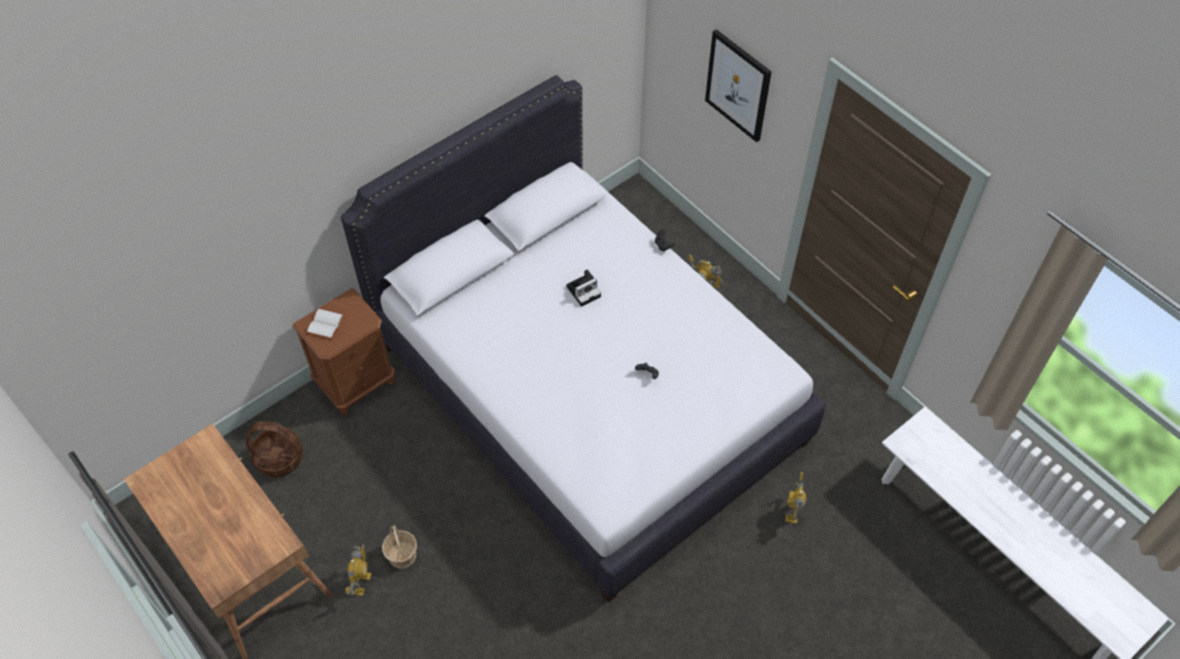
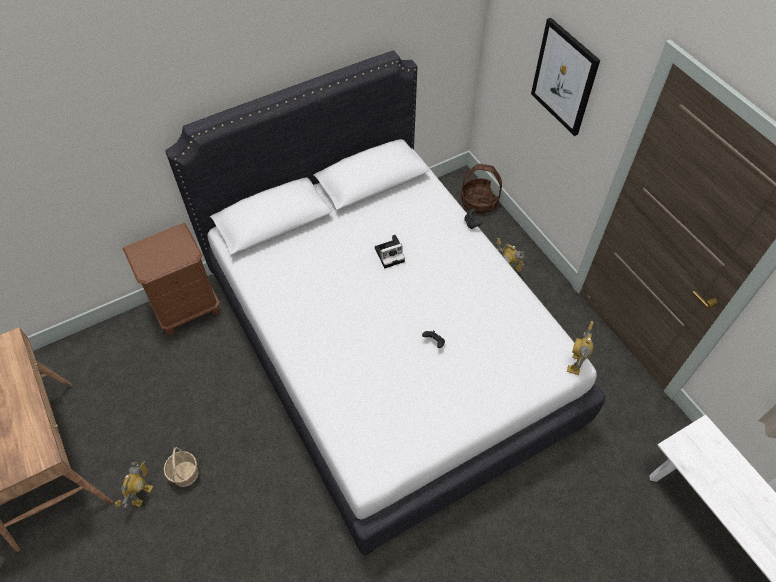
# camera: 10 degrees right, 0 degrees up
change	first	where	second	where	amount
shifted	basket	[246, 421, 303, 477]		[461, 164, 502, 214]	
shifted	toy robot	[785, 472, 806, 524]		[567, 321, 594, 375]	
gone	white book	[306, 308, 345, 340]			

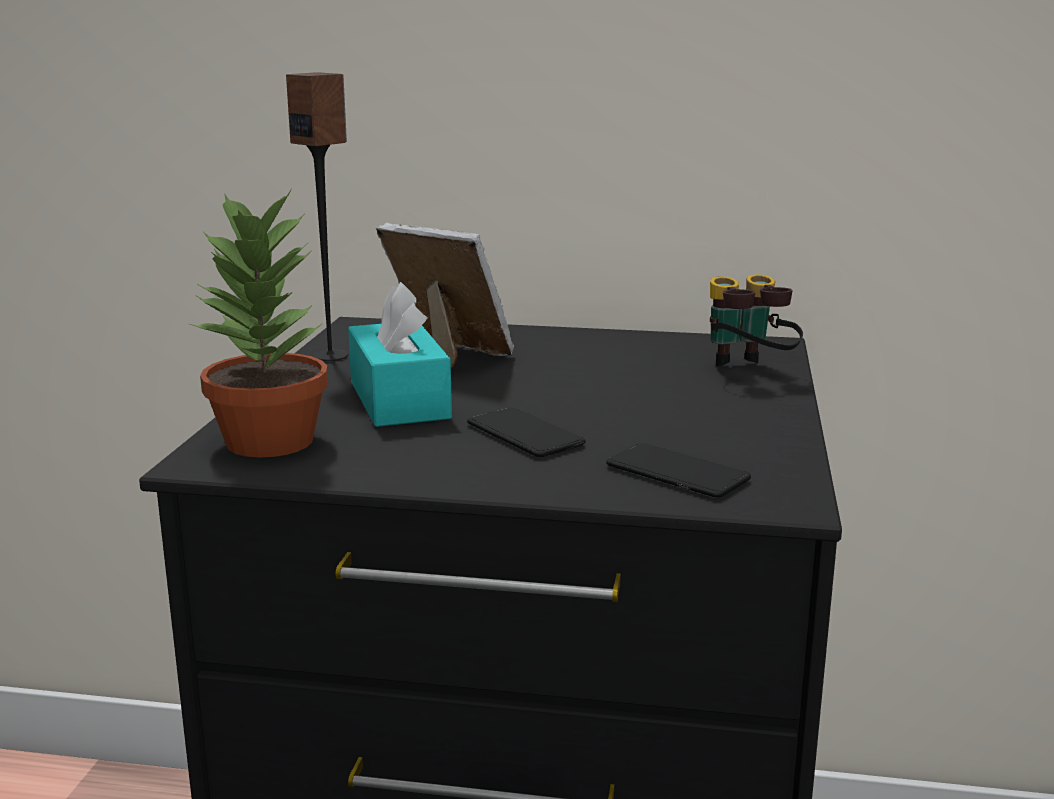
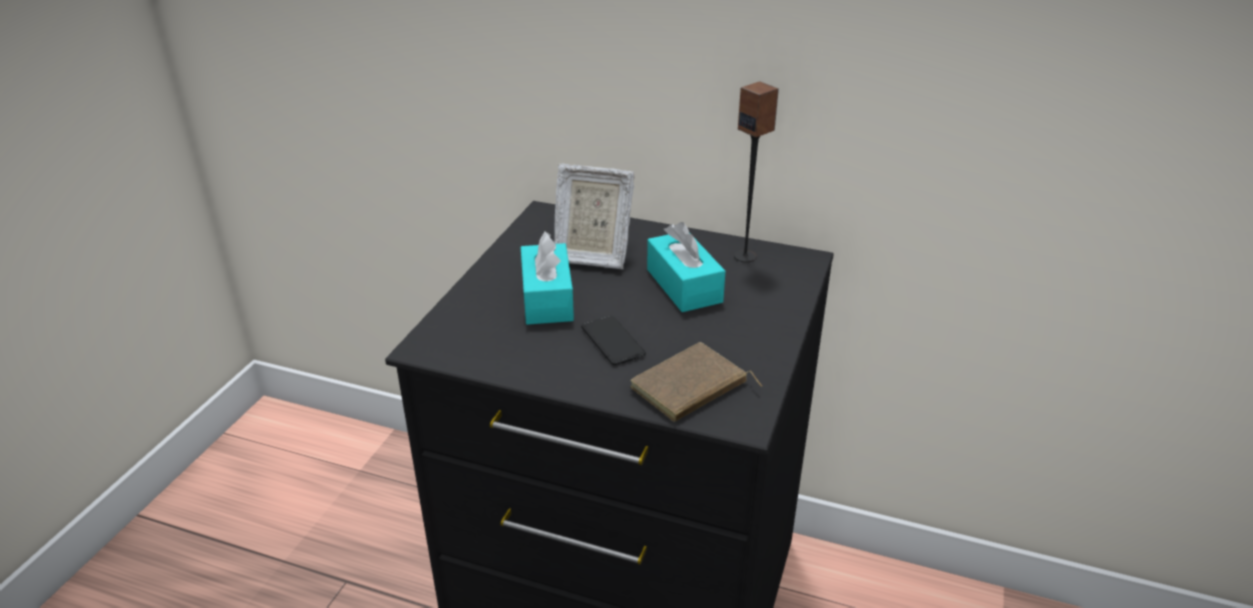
# camera: 10 degrees right, 15 degrees up
change	first	where	second	where	amount
rotated	picture frame	[376, 222, 514, 369]		[554, 164, 634, 269]	150 degrees clockwise
swapped	phone	[606, 443, 751, 497]	brown book	[630, 342, 762, 422]	
new			turquoise tissue box	[647, 222, 726, 312]	
shifted	speaker	[286, 72, 348, 361]		[734, 81, 779, 262]	
gone	potted plant	[190, 188, 328, 458]			
gone	binoculars	[710, 274, 803, 366]			

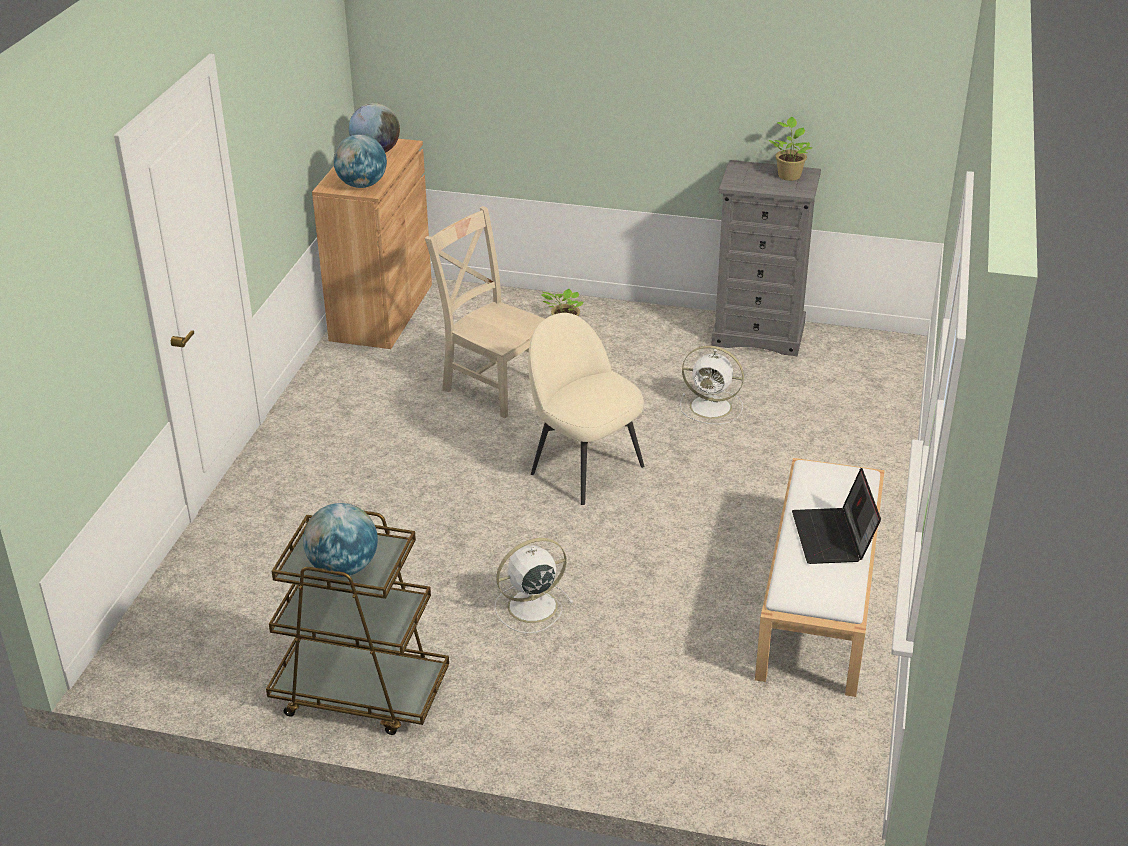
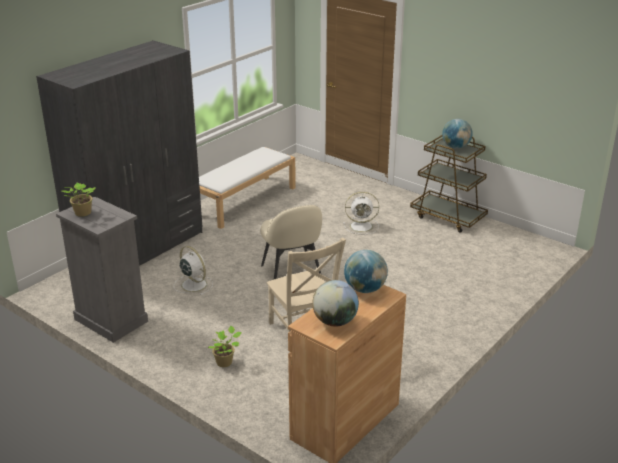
# camera: 155 degrees left, 5 degrees down
change	first	where	second	where	amount
new			grey wardrobe	[36, 40, 202, 266]	
gone	laptop	[792, 468, 881, 564]			

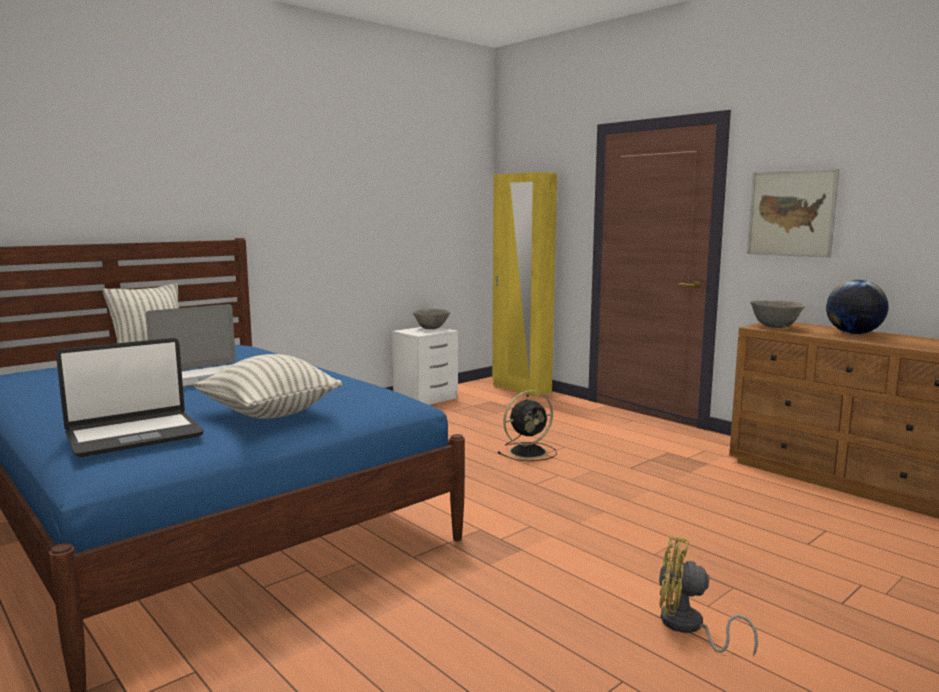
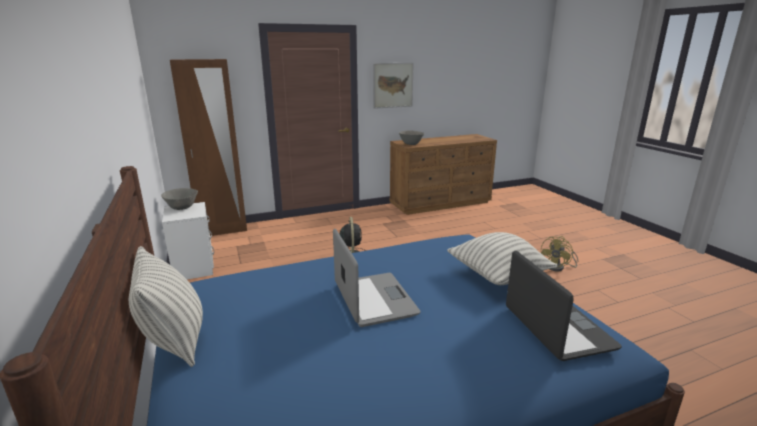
# camera: 70 degrees left, 10 degrees up
change	first	where	second	where	amount
repainted	yellow wardrobe	[492, 172, 557, 397]	brown wardrobe	[170, 59, 247, 236]	
gone	globe	[826, 280, 888, 334]			

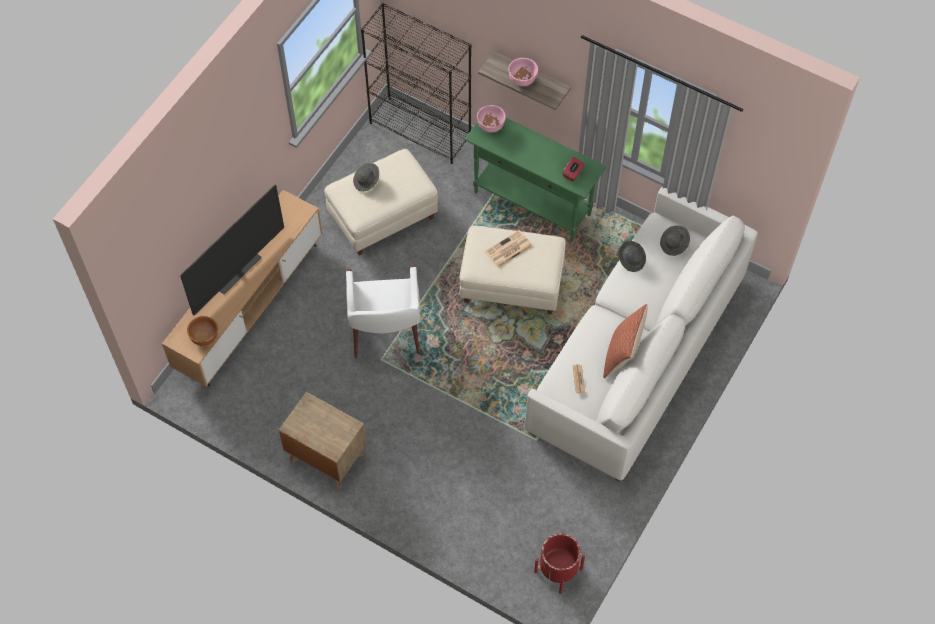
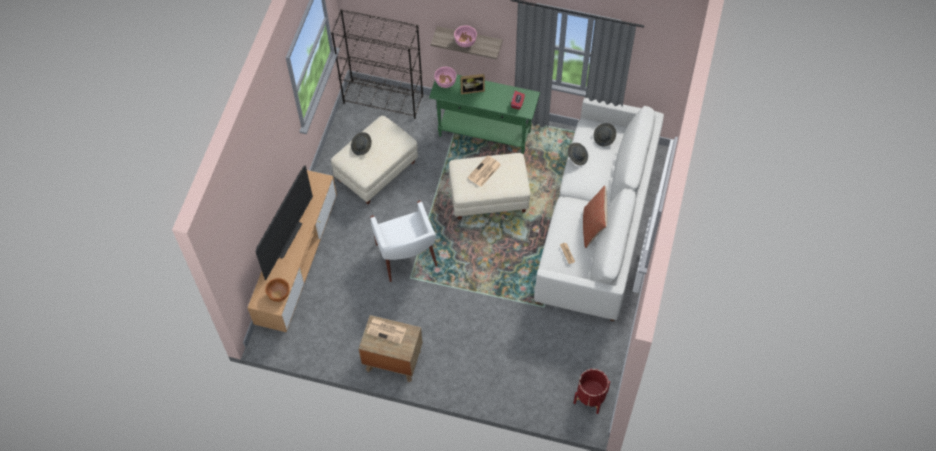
# camera: 15 degrees left, 0 degrees up
change	first	where	second	where	amount
new			newspaper	[367, 318, 407, 344]	
new			picture frame	[460, 74, 485, 94]	

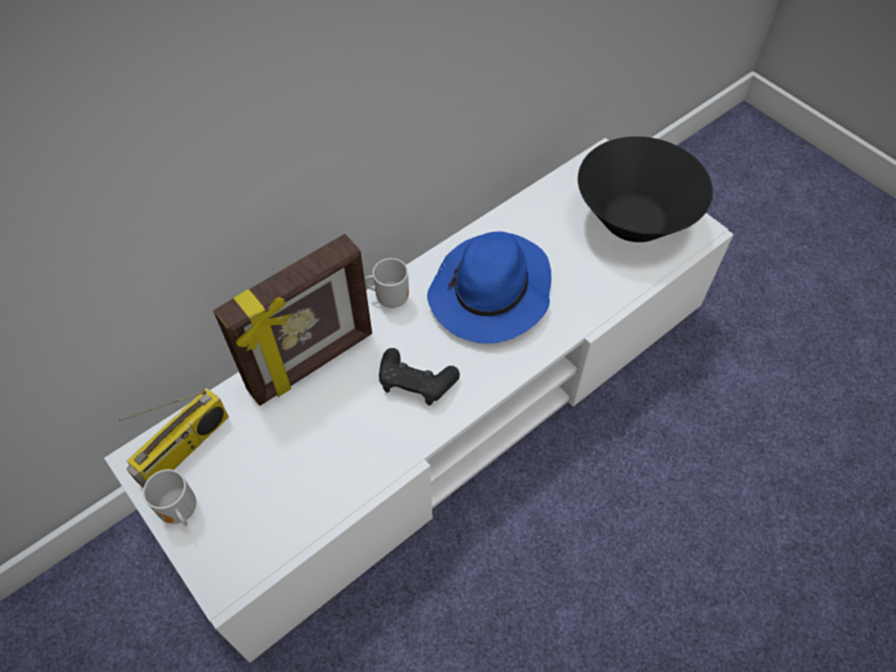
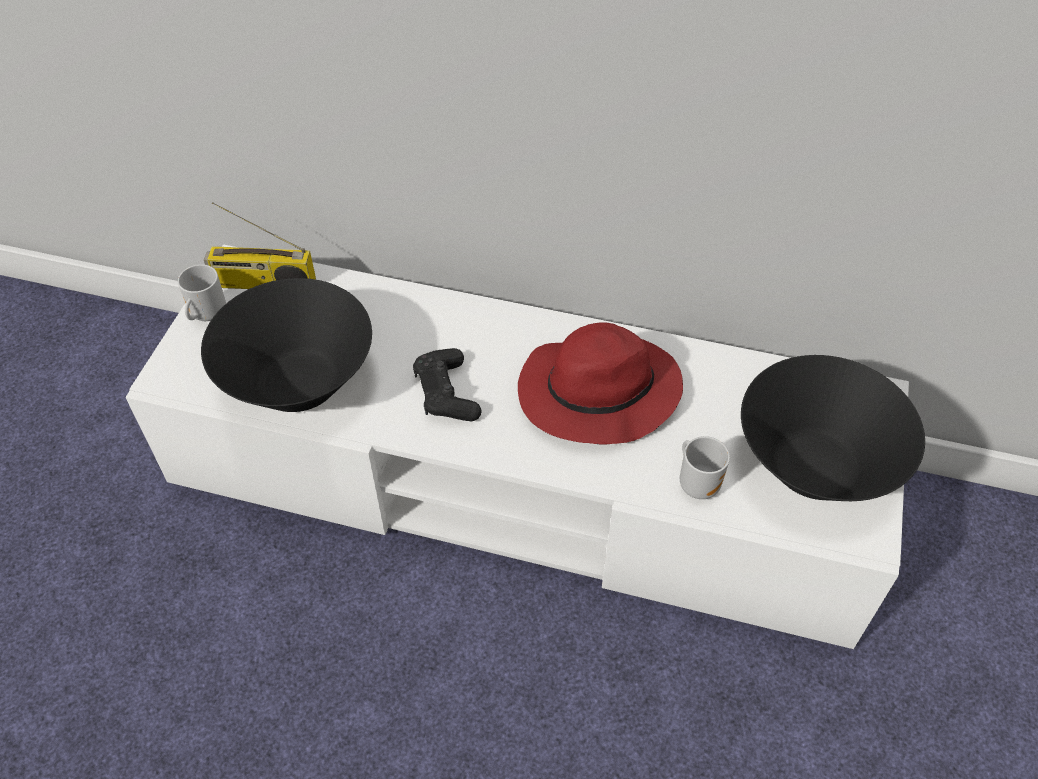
# camera: 55 degrees right, 5 degrees down
change	first	where	second	where	amount
new			black bowl	[201, 278, 372, 412]	
repainted	blue hat	[427, 231, 552, 344]	red hat	[518, 322, 683, 444]	
shifted	mug	[365, 258, 409, 308]		[680, 436, 730, 499]	
gone	picture frame	[213, 234, 372, 406]			

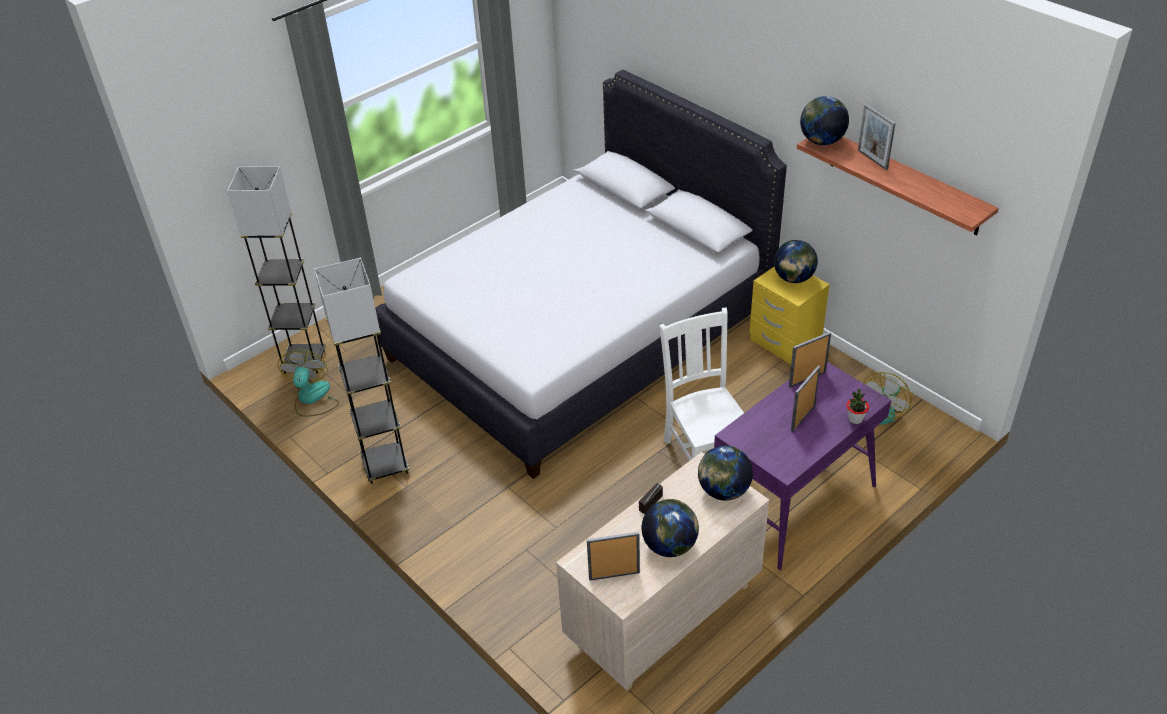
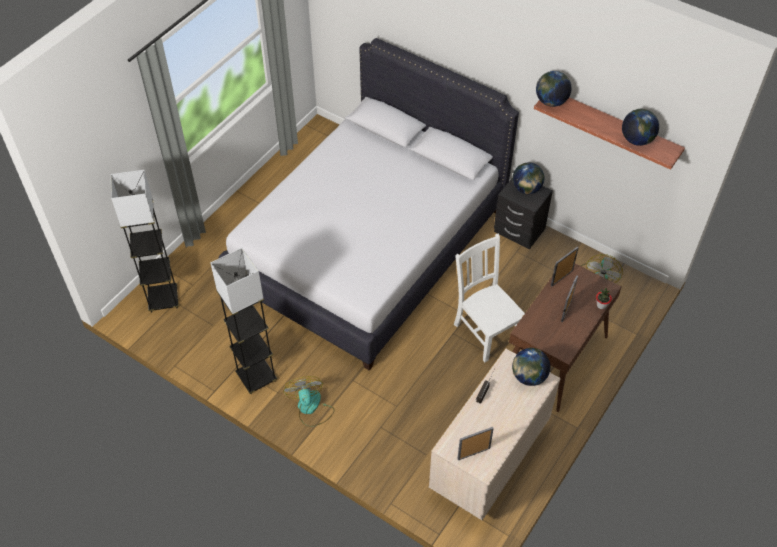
# camera: 15 degrees left, 10 degrees up
change	first	where	second	where	amount
shifted	fan	[278, 350, 339, 417]		[283, 376, 335, 427]	
repainted	yellow nightstand	[749, 267, 830, 364]	black nightstand	[494, 177, 553, 249]	
repainted	purple desk	[714, 362, 891, 570]	brown desk	[509, 264, 622, 412]	
shifted	globe	[642, 499, 699, 557]		[622, 109, 659, 146]	
gone	picture frame	[858, 104, 896, 170]			

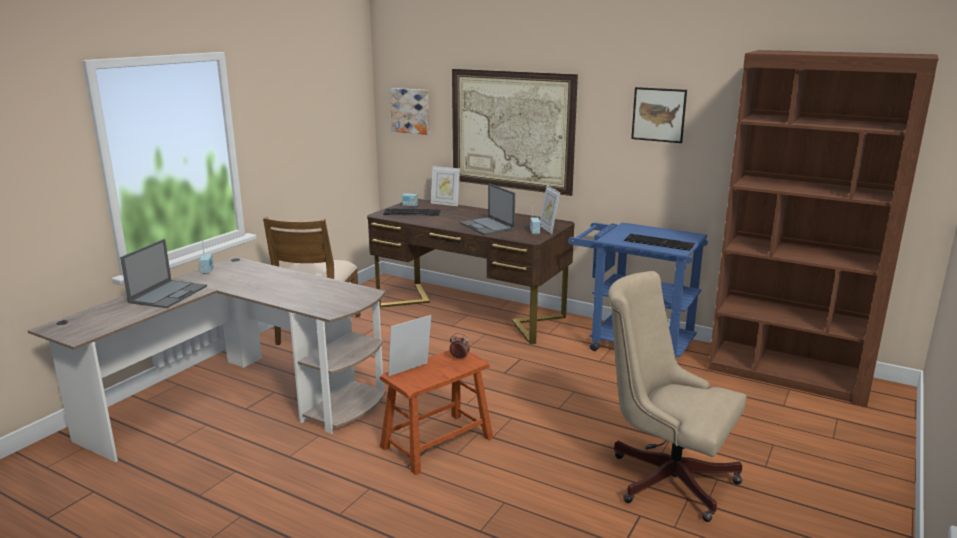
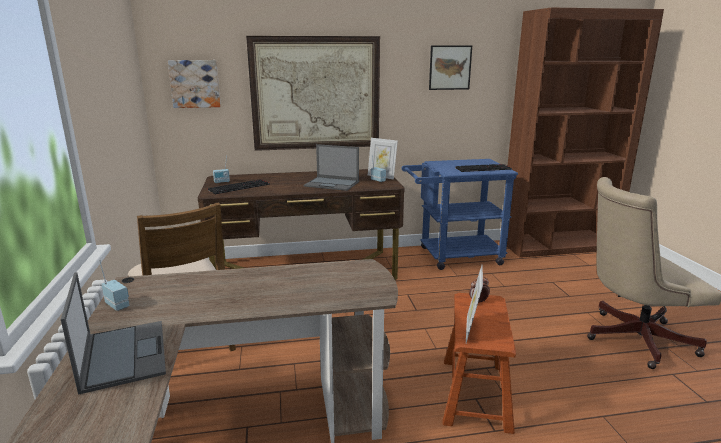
# camera: 40 degrees left, 0 degrees up
change	first	where	second	where	amount
gone	picture frame	[431, 166, 460, 206]			

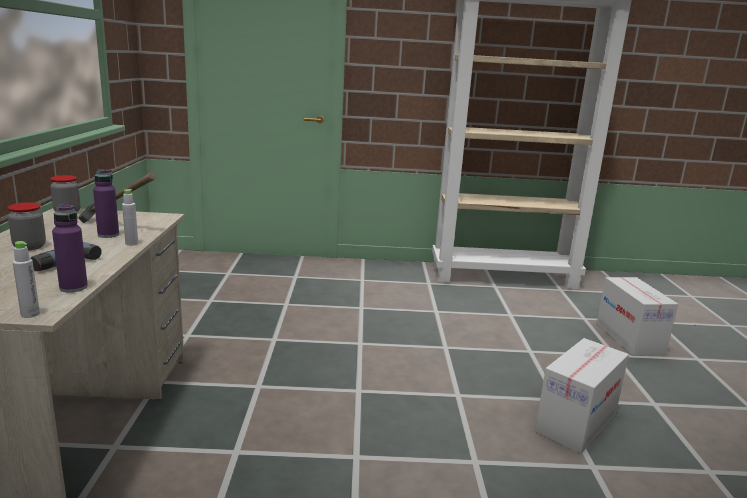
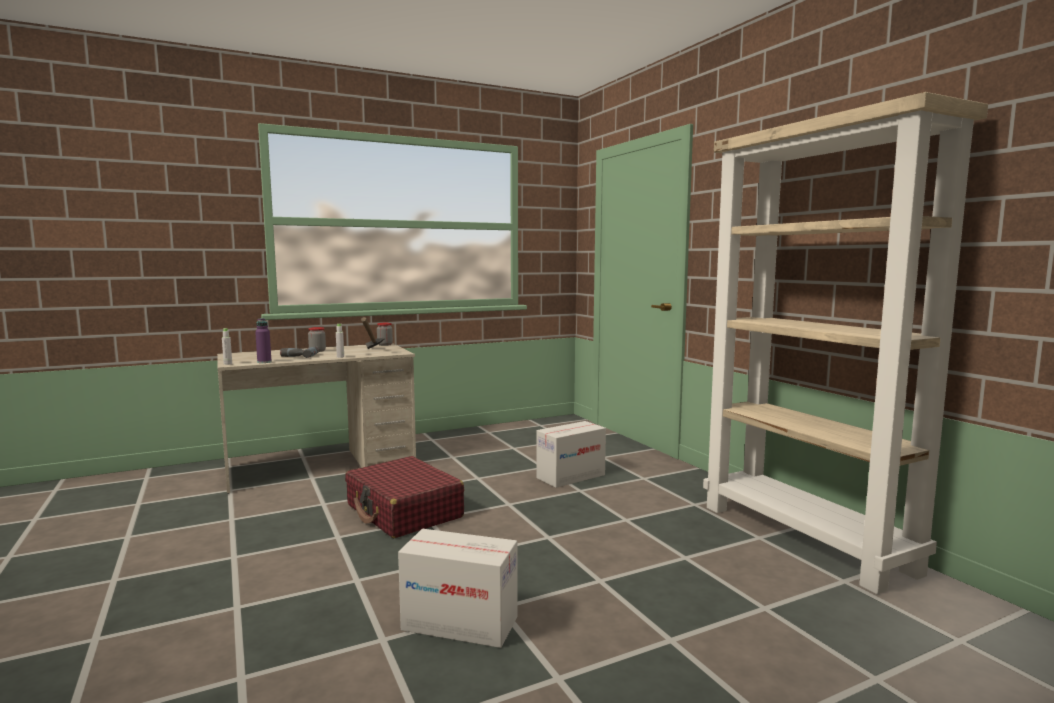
# camera: 65 degrees right, 10 degrees down
change	first	where	second	where	amount
new			red suitcase	[345, 456, 464, 538]	
shifted	cardboard box	[596, 277, 678, 356]		[536, 421, 606, 488]	
gone	purple bottle	[93, 169, 119, 238]			

